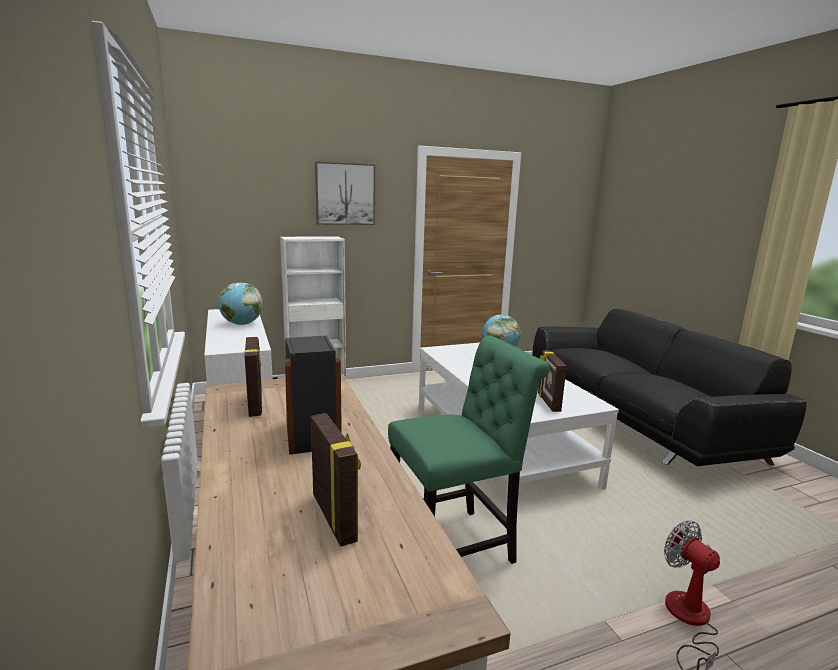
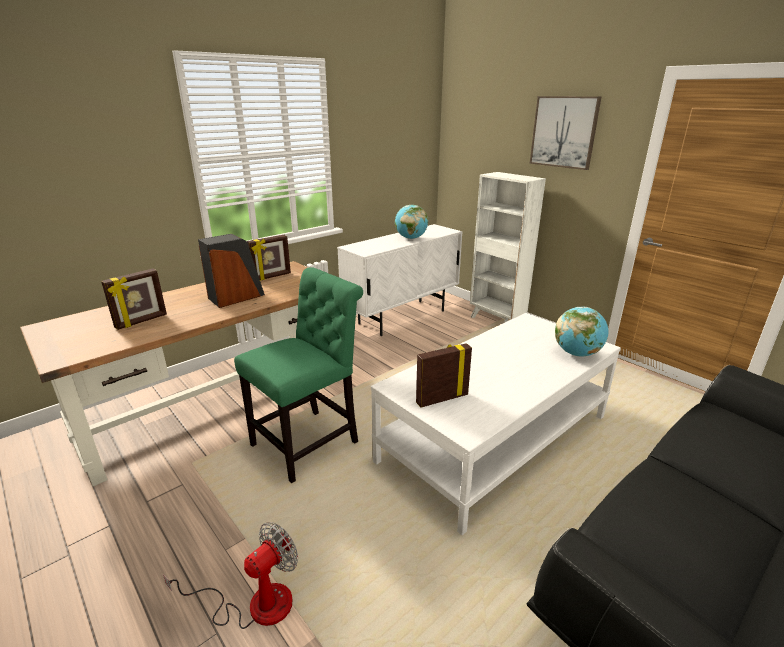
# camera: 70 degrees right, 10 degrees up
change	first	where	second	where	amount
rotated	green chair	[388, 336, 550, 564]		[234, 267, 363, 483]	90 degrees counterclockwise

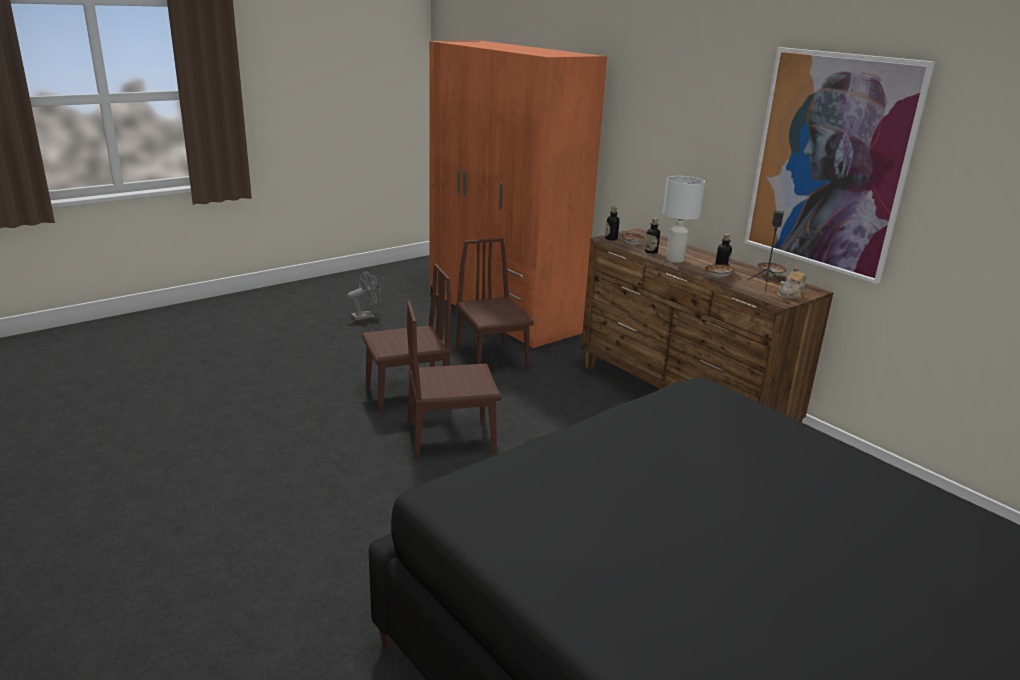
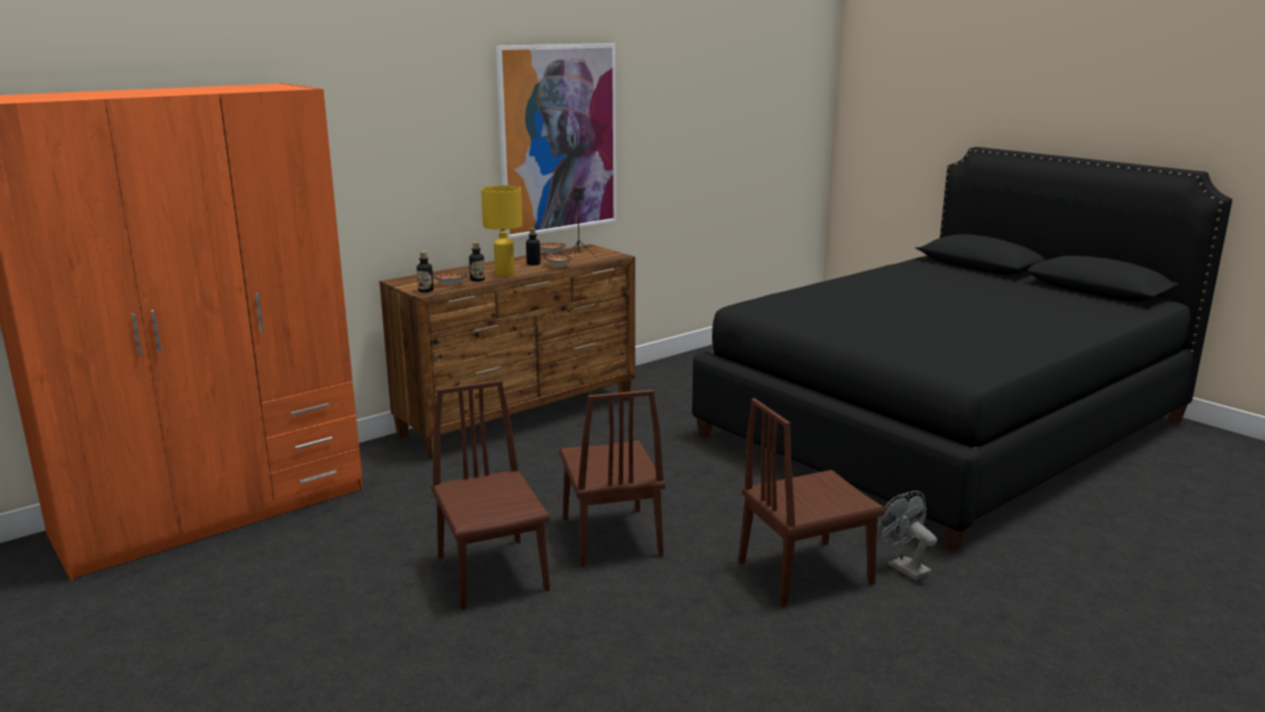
# camera: 90 degrees left, 5 degrees down
change	first	where	second	where	amount
repainted	white table lamp	[663, 176, 705, 263]	yellow table lamp	[481, 185, 522, 277]	
shifted	brown chair	[456, 238, 534, 370]		[738, 398, 885, 607]	
shifted	grey fan	[347, 271, 382, 321]		[878, 491, 937, 581]	
gone	teapot	[778, 266, 807, 299]			

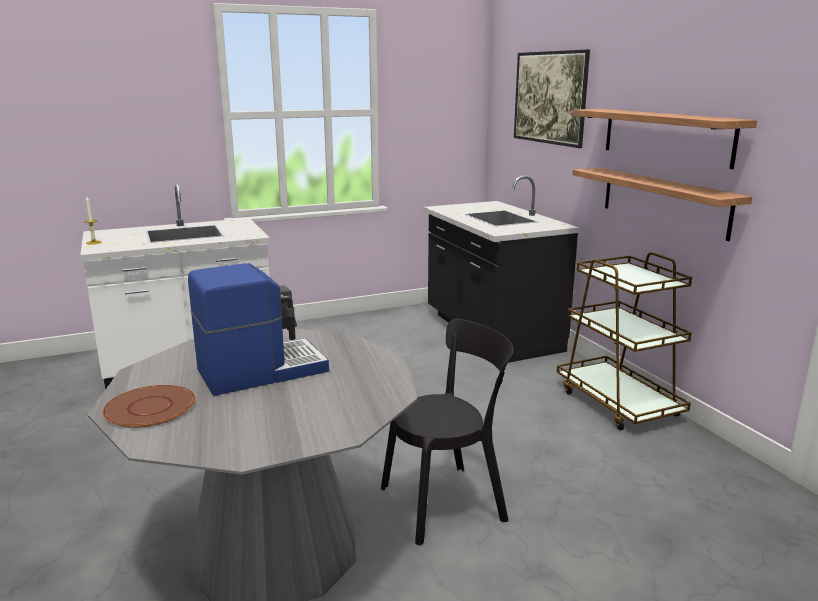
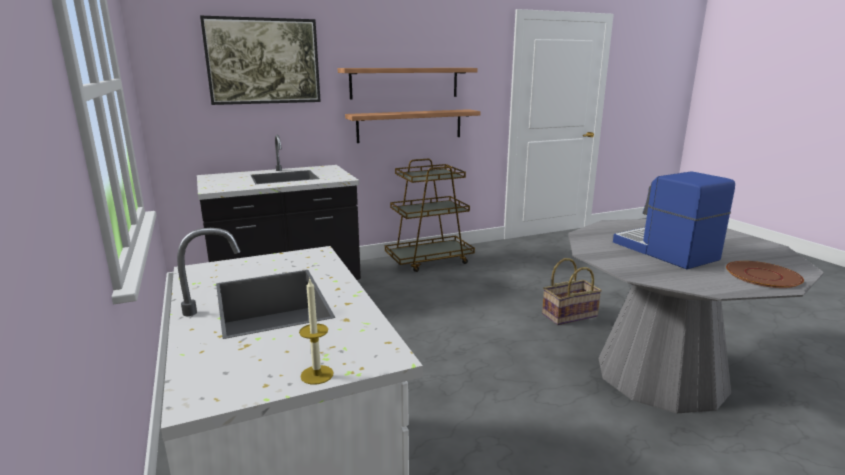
# camera: 90 degrees left, 0 degrees up
change	first	where	second	where	amount
swapped	black chair	[381, 319, 514, 545]	basket	[542, 258, 602, 325]	

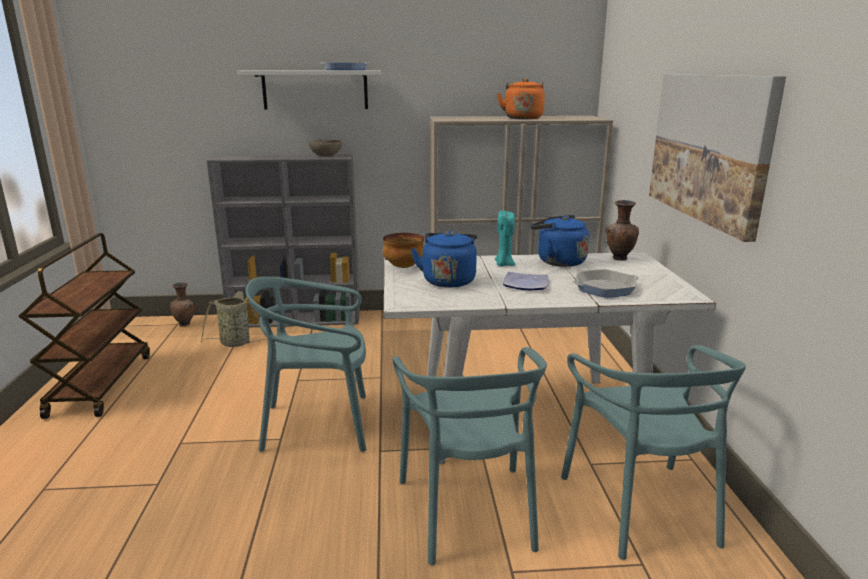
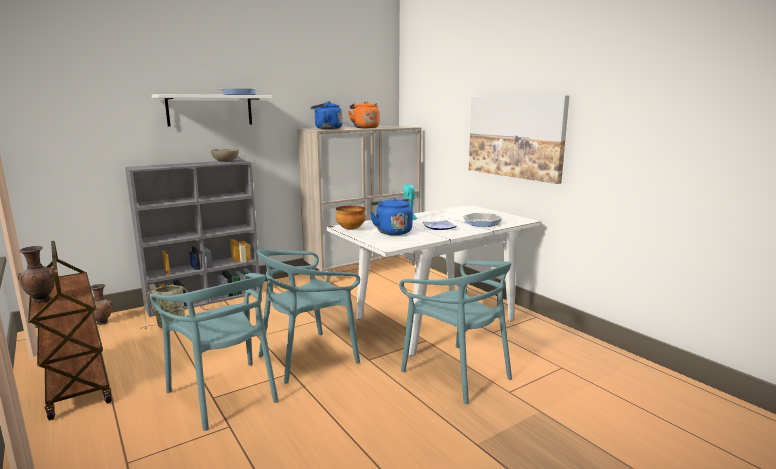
# camera: 30 degrees left, 5 degrees down
change	first	where	second	where	amount
shifted	brown vase	[605, 200, 639, 260]		[18, 246, 55, 303]	
shifted	turquoise chair	[561, 345, 746, 560]		[150, 273, 278, 431]	
shifted	blue kettle	[531, 215, 589, 267]		[311, 101, 343, 129]	

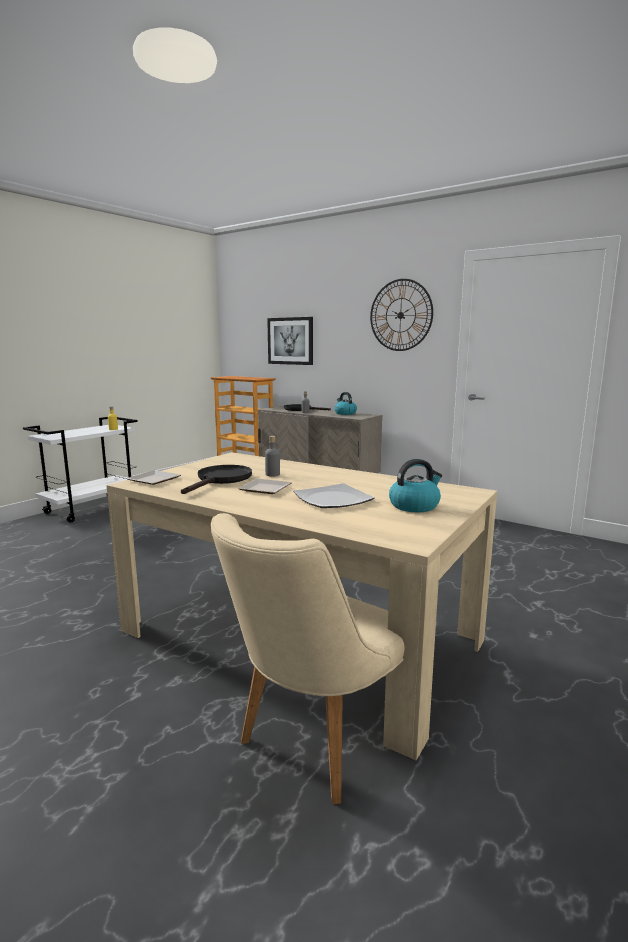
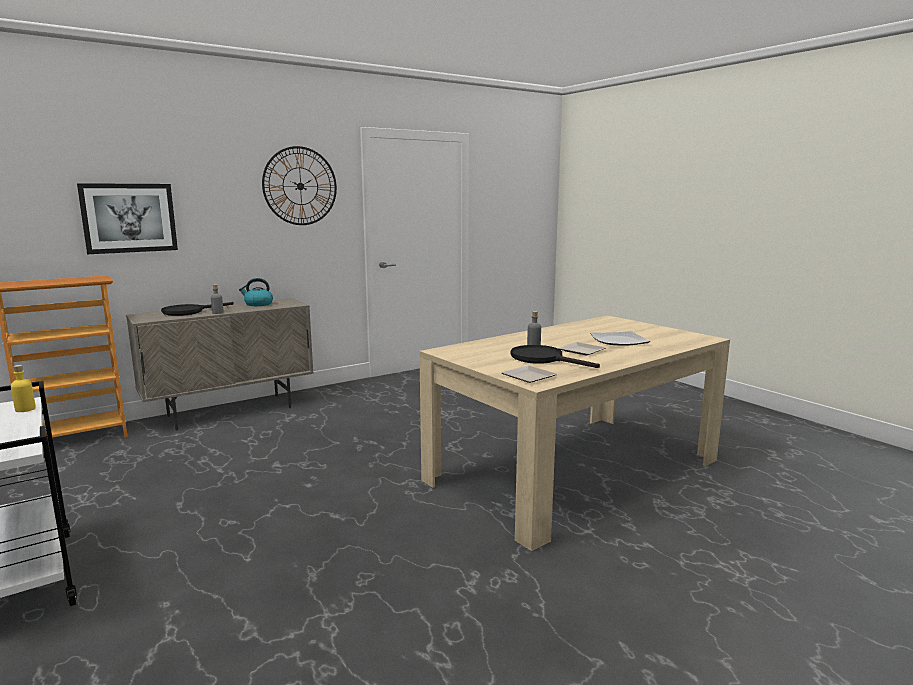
# camera: 70 degrees left, 0 degrees up
change	first	where	second	where	amount
gone	beige chair	[211, 513, 405, 804]			
gone	kettle	[389, 459, 442, 512]			

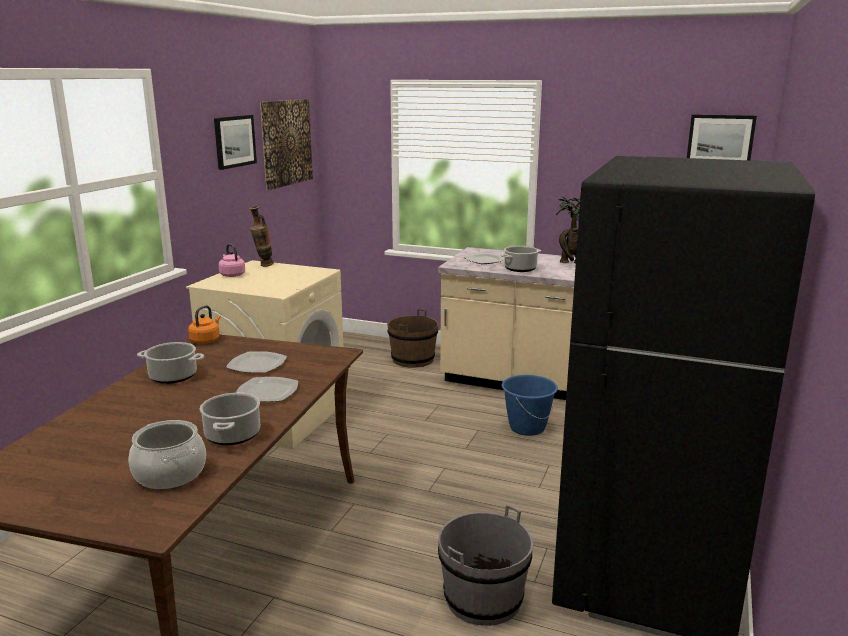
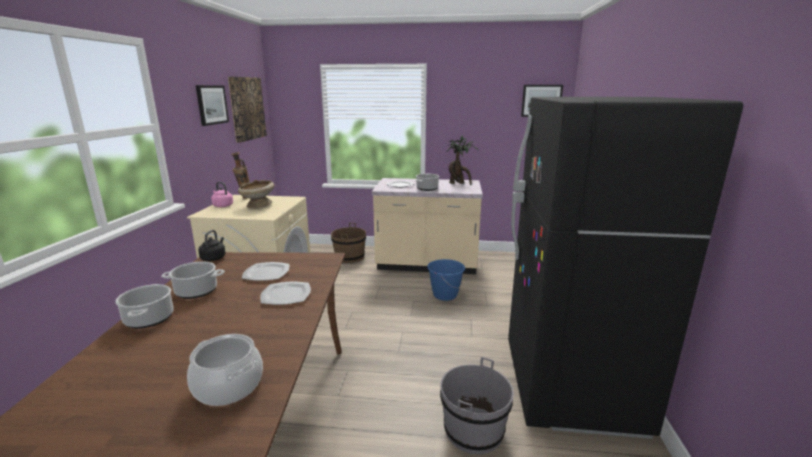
# camera: 15 degrees left, 0 degrees up
change	first	where	second	where	amount
shifted	cooking pot	[199, 392, 260, 445]		[115, 284, 174, 329]	
repainted	orange kettle	[188, 305, 221, 344]	black kettle	[198, 230, 226, 261]	
new			beige bowl	[238, 180, 275, 209]	

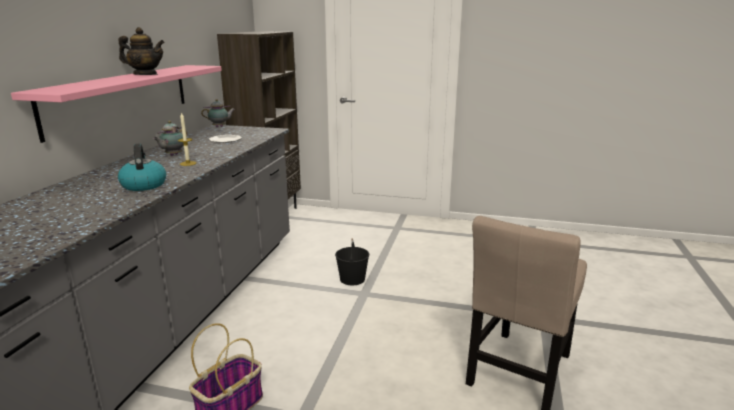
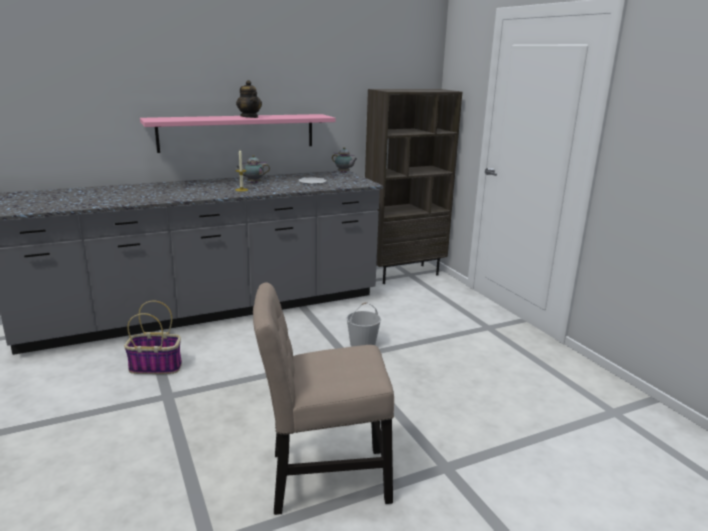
# camera: 50 degrees right, 0 degrees up
change	first	where	second	where	amount
repainted	black bucket	[335, 238, 369, 285]	white bucket	[346, 302, 381, 347]	
gone	kettle	[118, 143, 166, 191]			

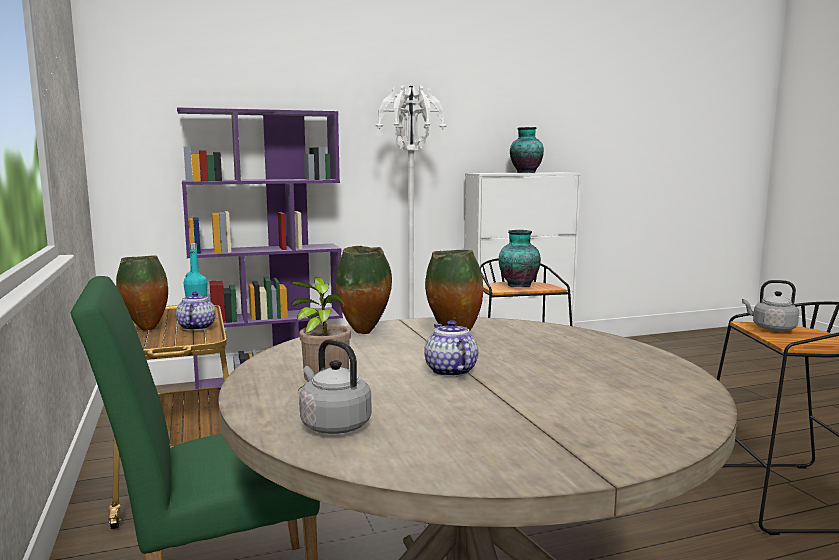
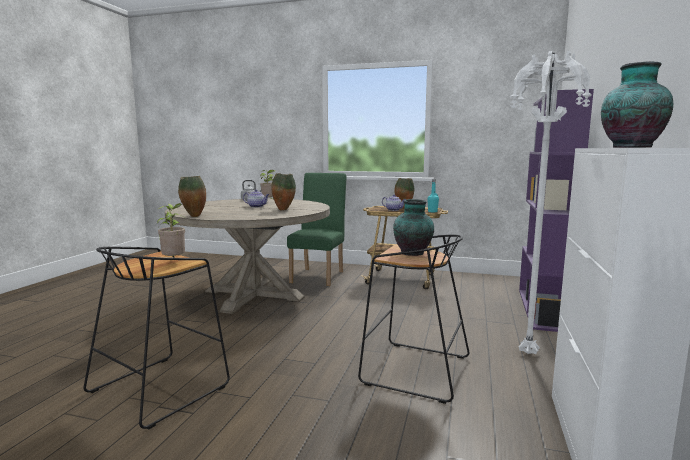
# camera: 125 degrees right, 0 degrees up
change	first	where	second	where	amount
swapped	grey kettle	[742, 280, 799, 331]	potted plant	[157, 203, 185, 258]	
shifted	vase	[336, 246, 392, 334]		[178, 176, 206, 217]	

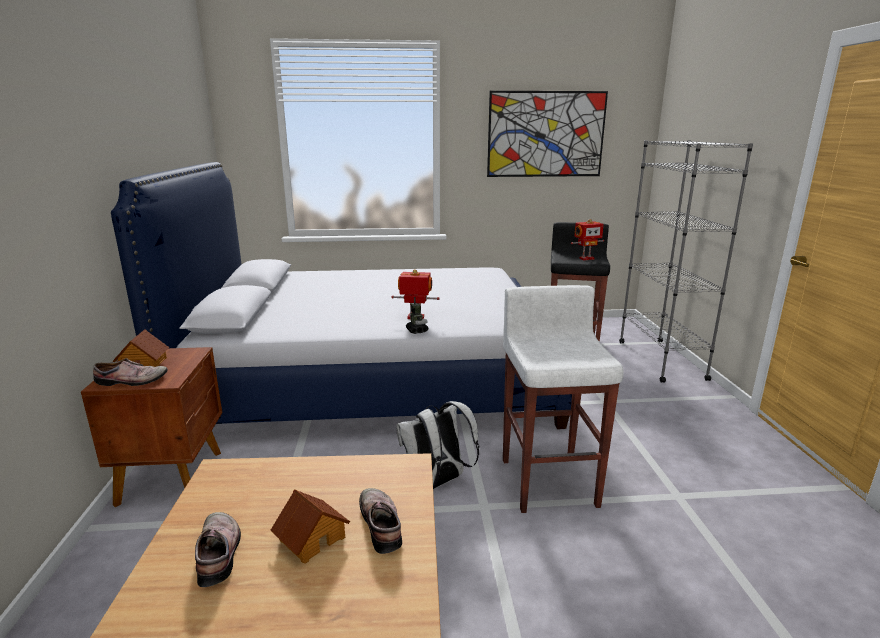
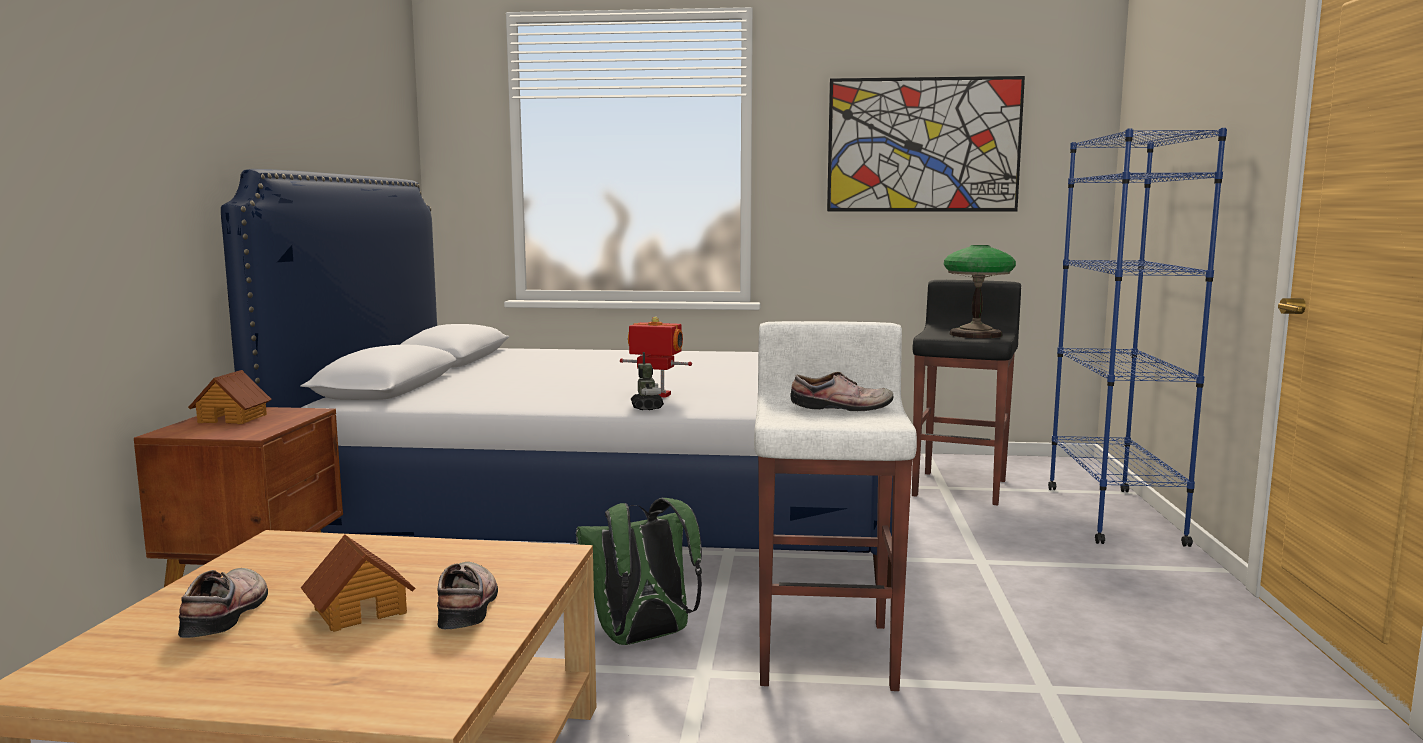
# camera: 10 degrees right, 10 degrees down
change	first	where	second	where	amount
repainted	white backpack	[396, 401, 479, 489]	green backpack	[576, 498, 702, 645]	
shifted	shoe	[93, 358, 168, 386]		[791, 372, 893, 411]	
swapped	toy robot	[571, 219, 604, 260]	table lamp	[944, 245, 1016, 338]	
repainted	grey bookcase	[619, 140, 753, 383]	blue bookcase	[1048, 128, 1227, 547]	

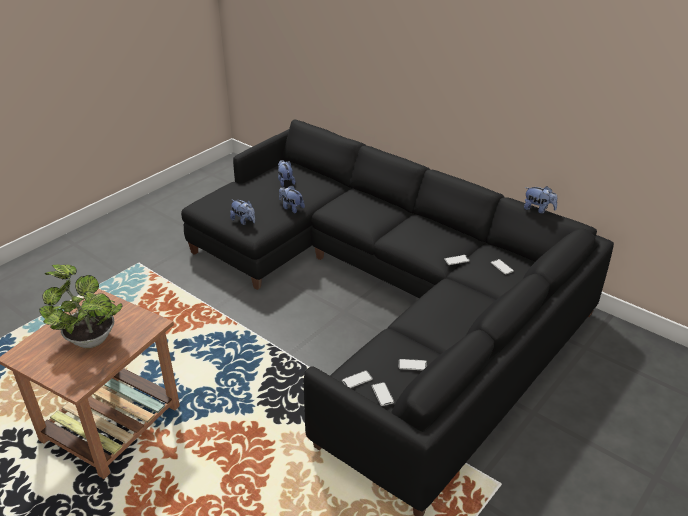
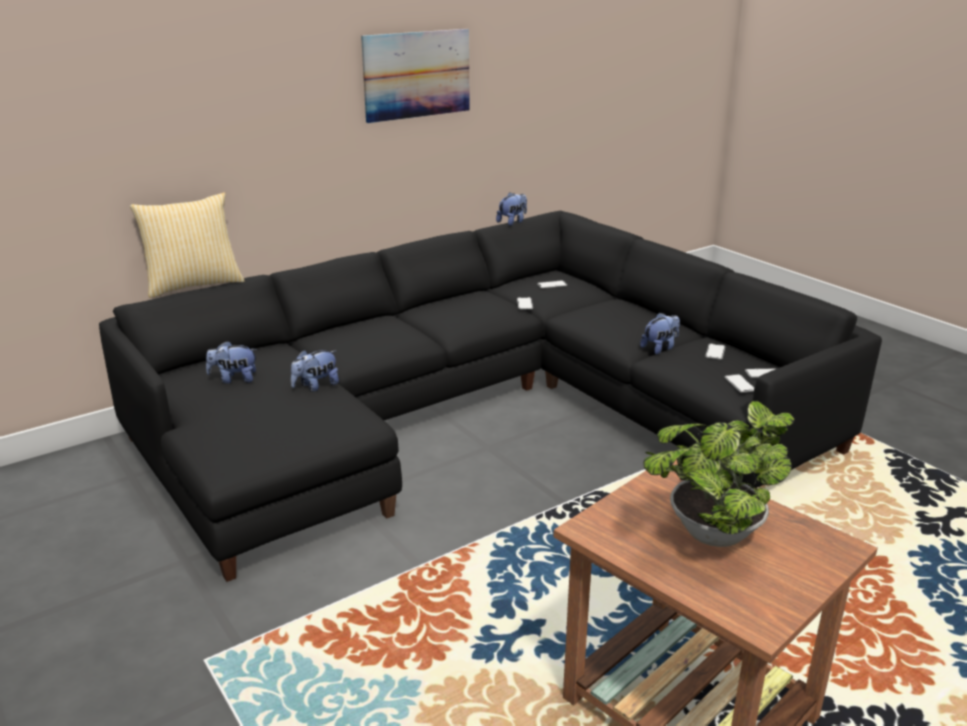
# camera: 75 degrees left, 10 degrees down
change	first	where	second	where	amount
new			pillow	[130, 192, 244, 298]	
new			picture	[361, 29, 470, 123]	
shifted	plush toy	[230, 199, 255, 225]		[640, 312, 680, 355]	

